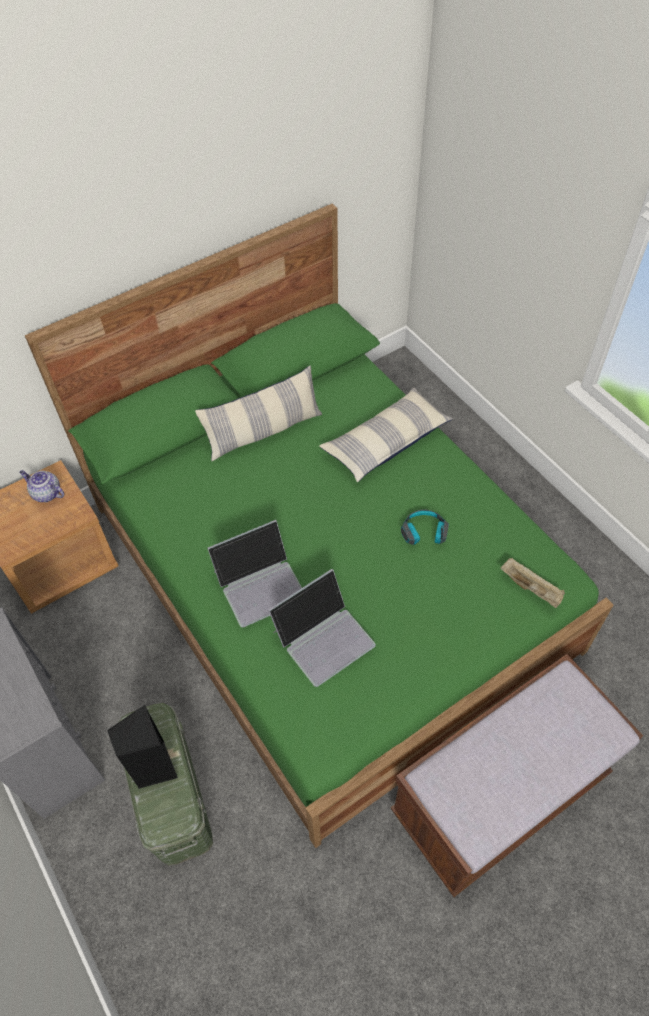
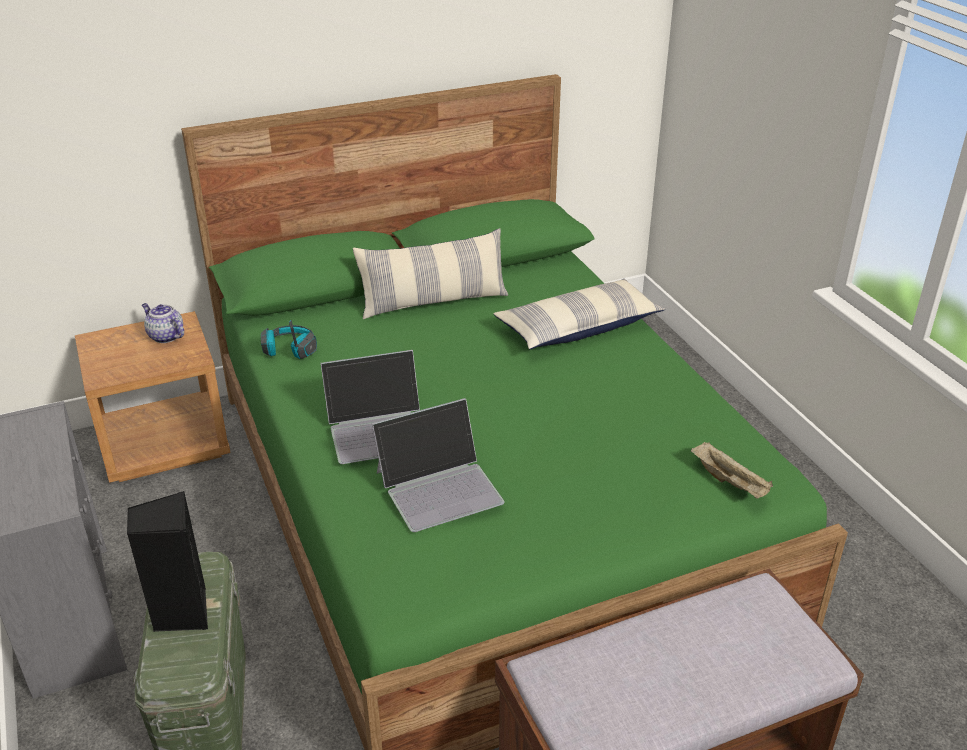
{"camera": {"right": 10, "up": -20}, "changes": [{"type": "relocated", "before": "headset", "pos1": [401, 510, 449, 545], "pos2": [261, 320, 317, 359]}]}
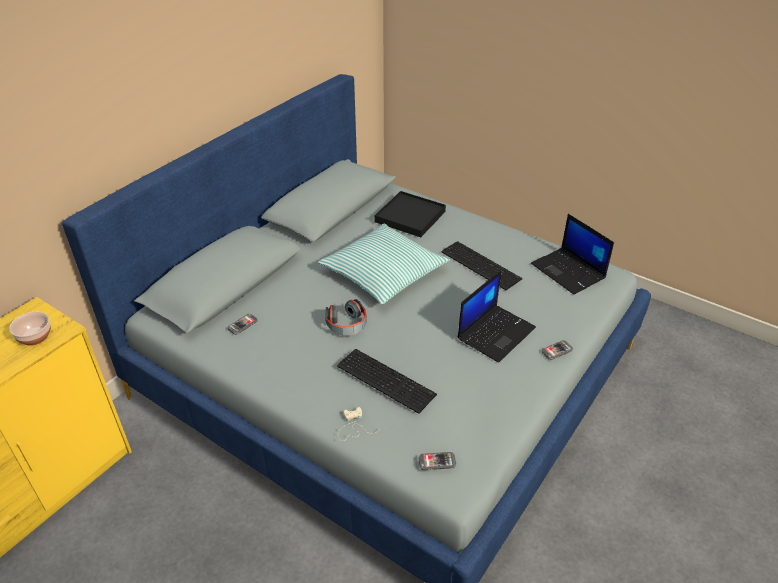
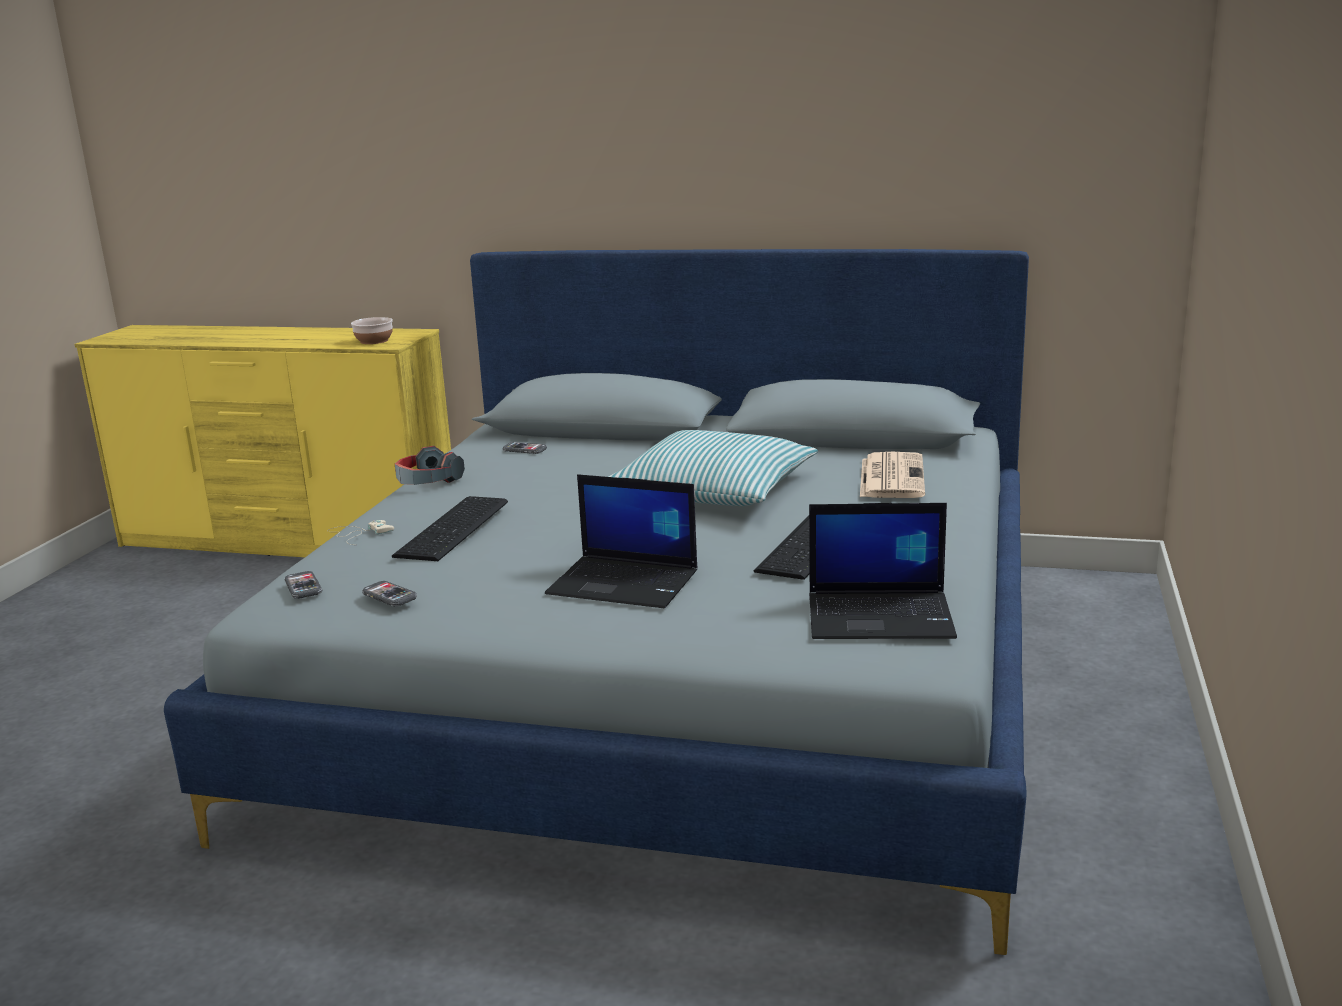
{"camera": {"right": 70, "up": -20}, "changes": [{"type": "relocated", "before": "headset", "pos1": [325, 299, 367, 335], "pos2": [395, 446, 465, 485]}, {"type": "relocated", "before": "telephone", "pos1": [542, 340, 573, 360], "pos2": [362, 581, 417, 606]}, {"type": "exchanged", "before": "black-coloured serving tray", "after": "newspaper", "pos1": [374, 191, 446, 237], "pos2": [860, 452, 925, 498]}, {"type": "spun", "before": "notebook computer", "pos1": [531, 214, 614, 295], "pos2": [809, 503, 957, 639], "turn": -120}]}
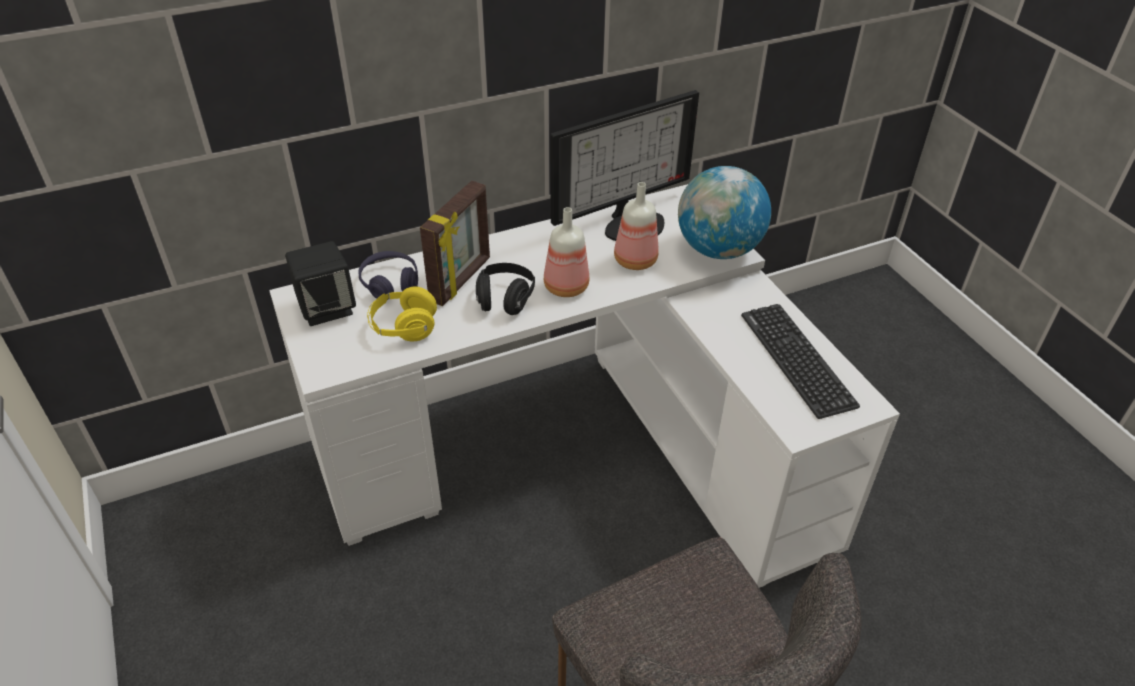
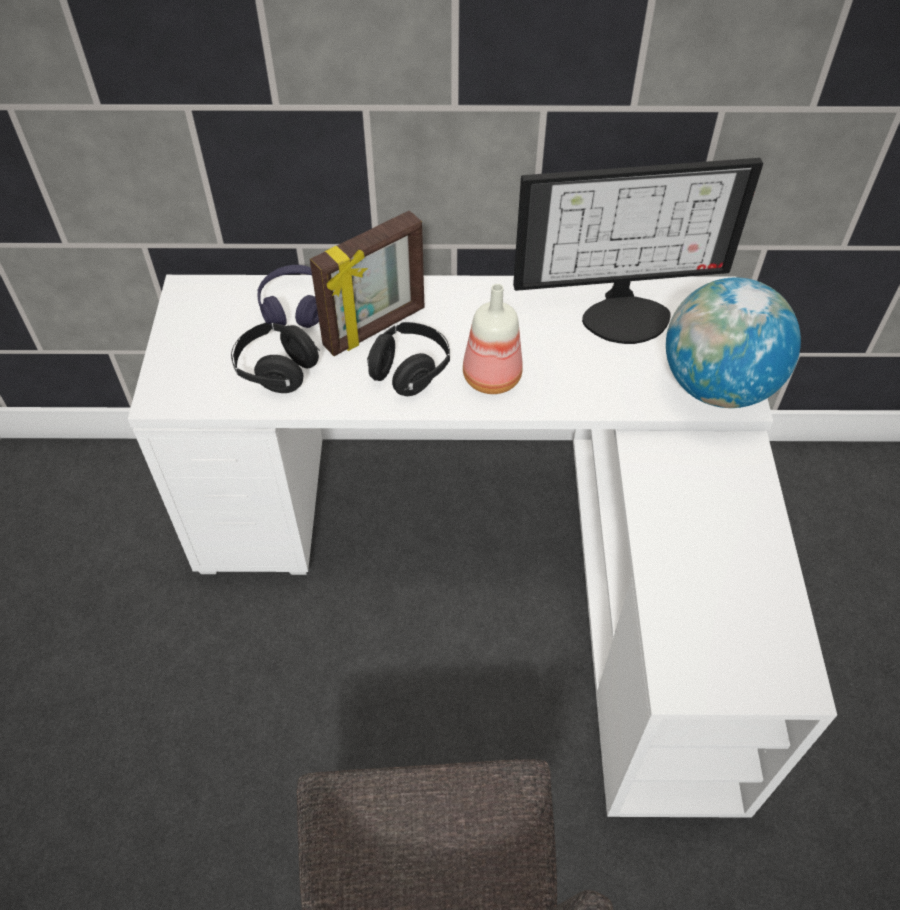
{"camera": {"right": 25, "up": 10}, "changes": [{"type": "missing", "before": "black-coloured audio speaker", "pos1": [285, 241, 356, 326]}, {"type": "missing", "before": "drink bottle", "pos1": [614, 182, 658, 270]}, {"type": "missing", "before": "PC keyboard", "pos1": [741, 304, 860, 419]}, {"type": "colour", "before": "yellow-coloured headset", "after": "black-coloured headset", "pos1": [367, 286, 437, 342], "pos2": [231, 323, 320, 393]}]}
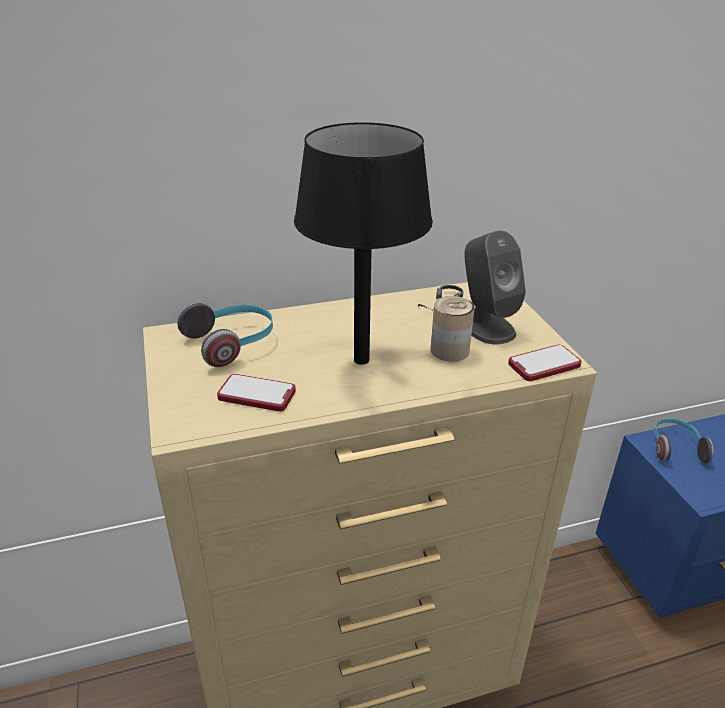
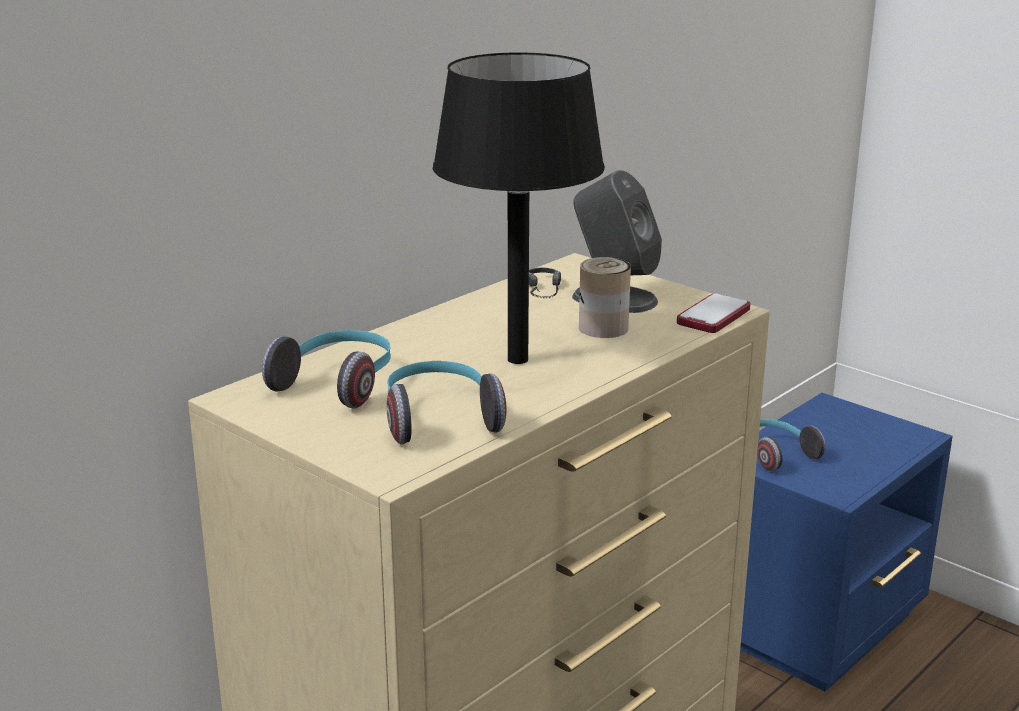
{"camera": {"right": -30, "up": -10}, "changes": [{"type": "exchanged", "before": "telephone", "after": "headset", "pos1": [217, 374, 296, 412], "pos2": [387, 361, 506, 444]}]}
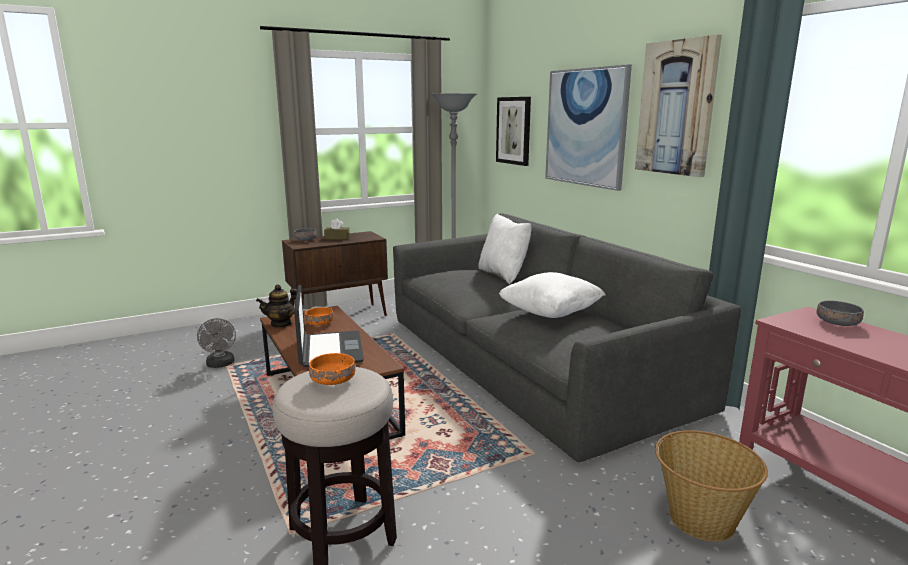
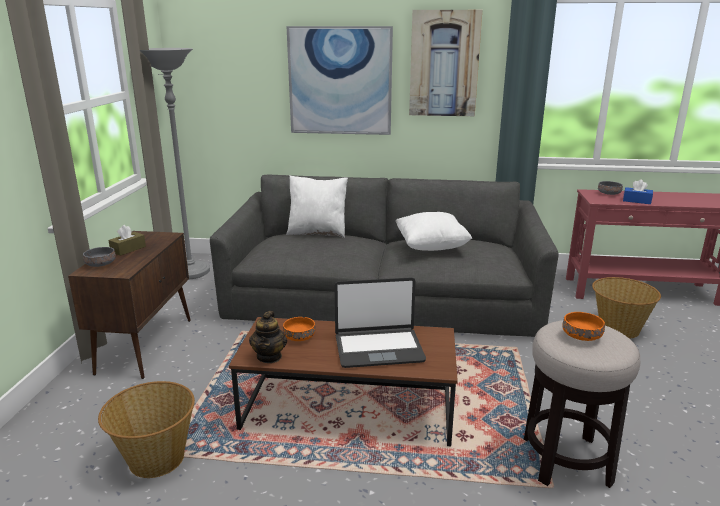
{"camera": {"right": -55, "up": 5}, "changes": [{"type": "missing", "before": "picture", "pos1": [496, 97, 531, 166]}, {"type": "appeared", "after": "bluish tissue holder", "pos2": [623, 180, 653, 204]}, {"type": "exchanged", "before": "gray cooling fan", "after": "household basket", "pos1": [197, 318, 236, 368], "pos2": [98, 381, 195, 478]}, {"type": "spun", "before": "notebook computer", "pos1": [294, 284, 364, 367], "pos2": [334, 277, 426, 368], "turn": 150}]}
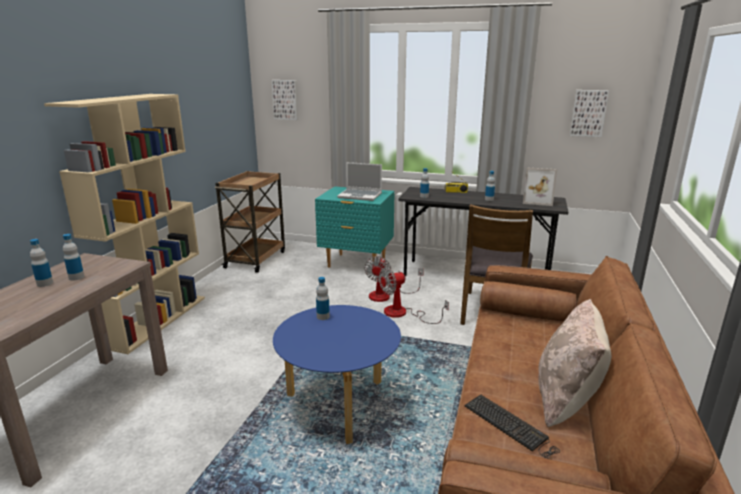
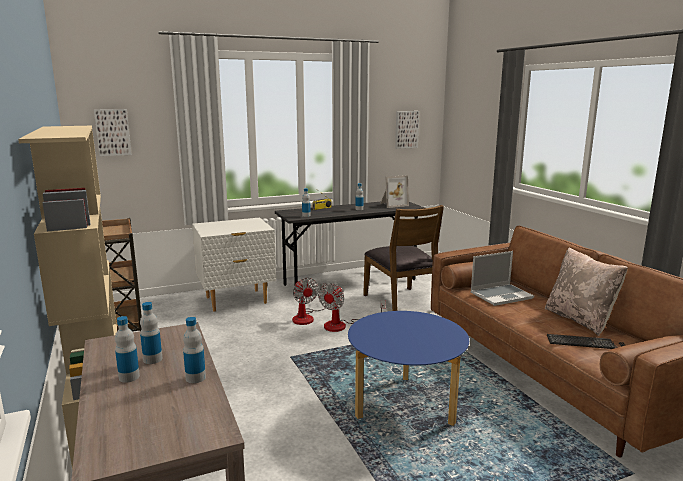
{"camera": {"right": -40, "up": -5}, "changes": [{"type": "relocated", "before": "drink bottle", "pos1": [316, 277, 330, 320], "pos2": [183, 317, 206, 383]}, {"type": "relocated", "before": "notebook computer", "pos1": [337, 162, 382, 201], "pos2": [470, 251, 534, 306]}, {"type": "colour", "before": "turquoise night table", "after": "white night table", "pos1": [315, 186, 395, 267], "pos2": [192, 218, 276, 312]}]}
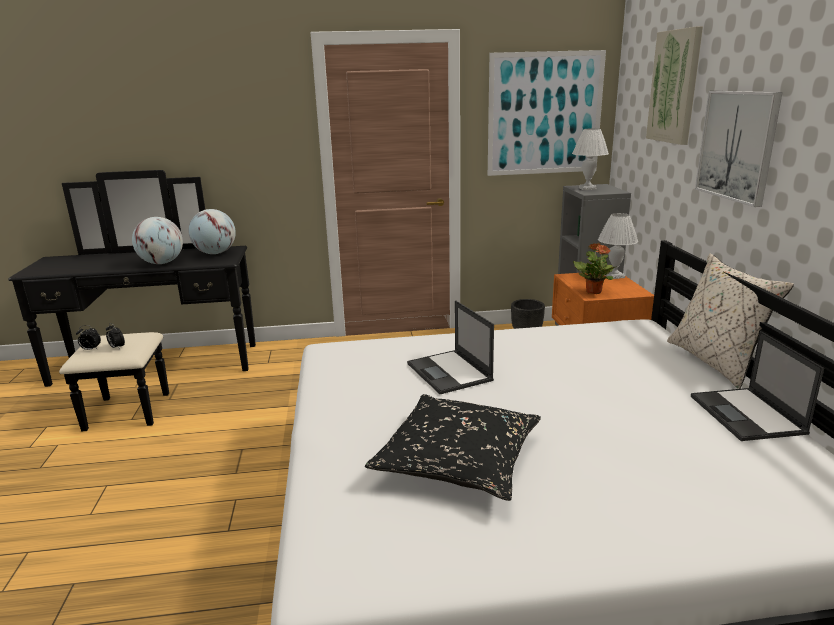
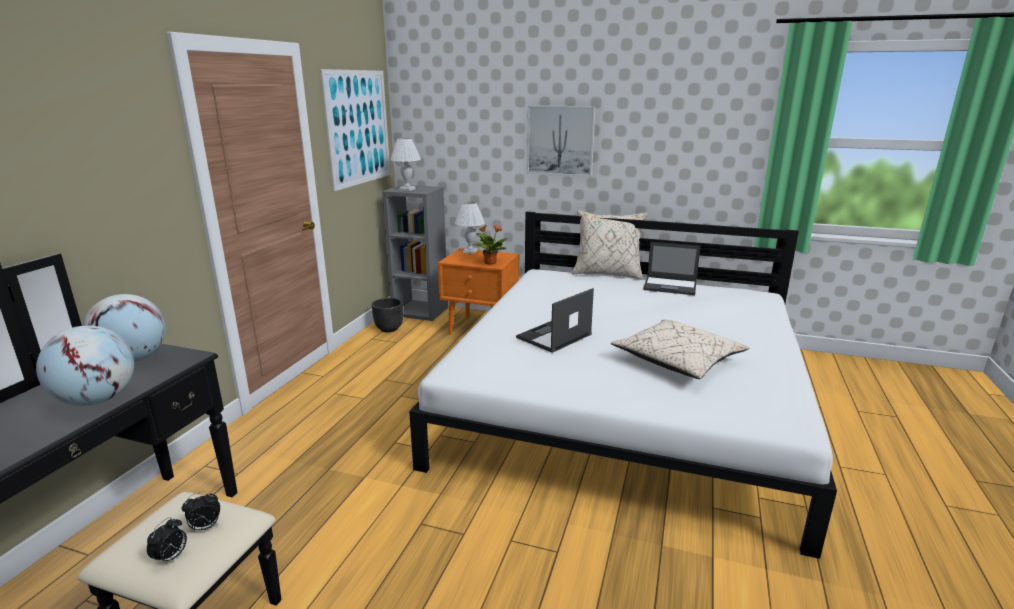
{"camera": {"right": -65, "up": 0}, "changes": [{"type": "missing", "before": "picture", "pos1": [646, 26, 703, 145]}, {"type": "colour", "before": "black-coloured pillow", "after": "sand-coloured pillow", "pos1": [365, 394, 541, 501], "pos2": [611, 319, 749, 379]}, {"type": "spun", "before": "notebook computer", "pos1": [407, 300, 494, 394], "pos2": [516, 288, 594, 353], "turn": 135}]}
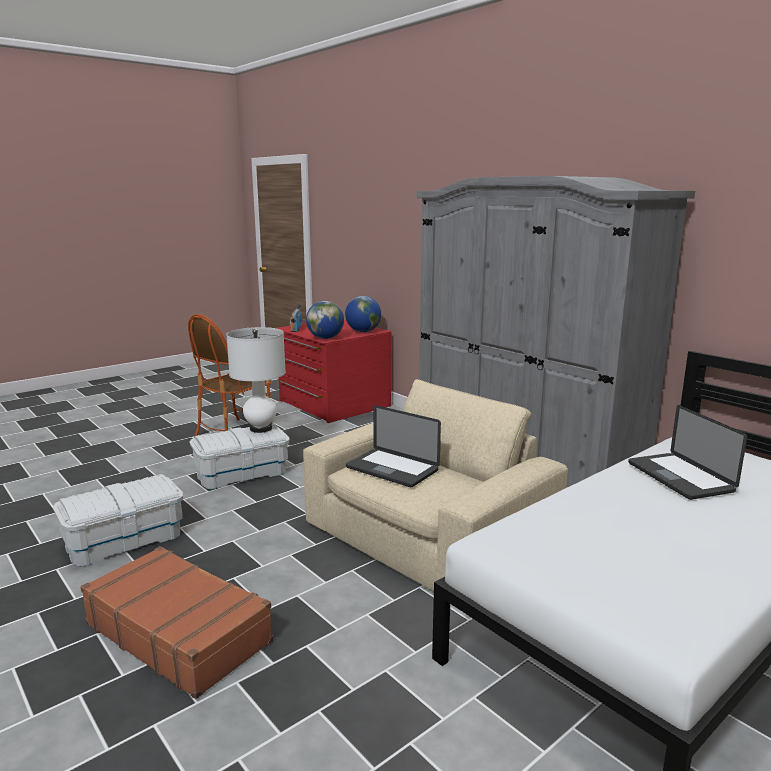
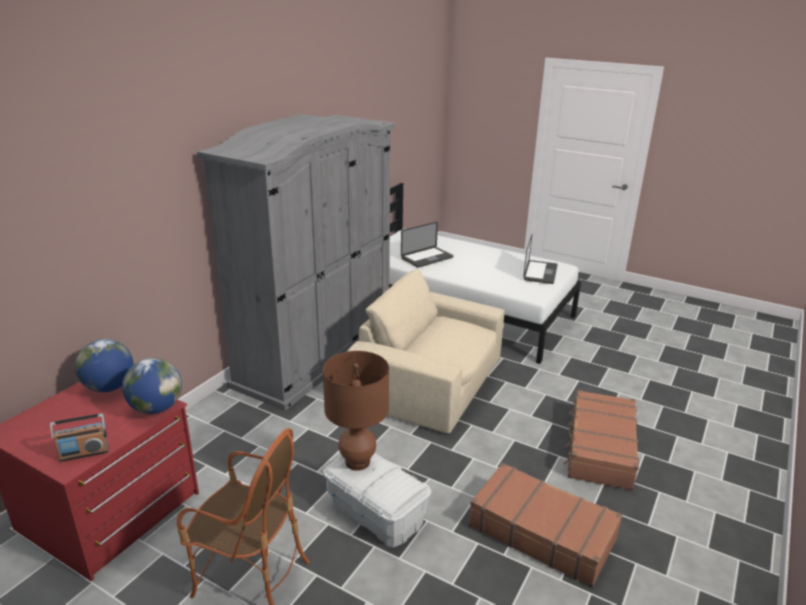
{"camera": {"right": -110, "up": 10}, "changes": [{"type": "relocated", "before": "notebook computer", "pos1": [346, 405, 441, 487], "pos2": [523, 235, 558, 284]}, {"type": "exchanged", "before": "white storage container", "after": "brownish suitcase", "pos1": [53, 474, 183, 567], "pos2": [469, 463, 622, 588]}, {"type": "colour", "before": "white lamp for a table", "after": "brownish lamp for a table", "pos1": [226, 327, 286, 433], "pos2": [323, 351, 389, 471]}]}
